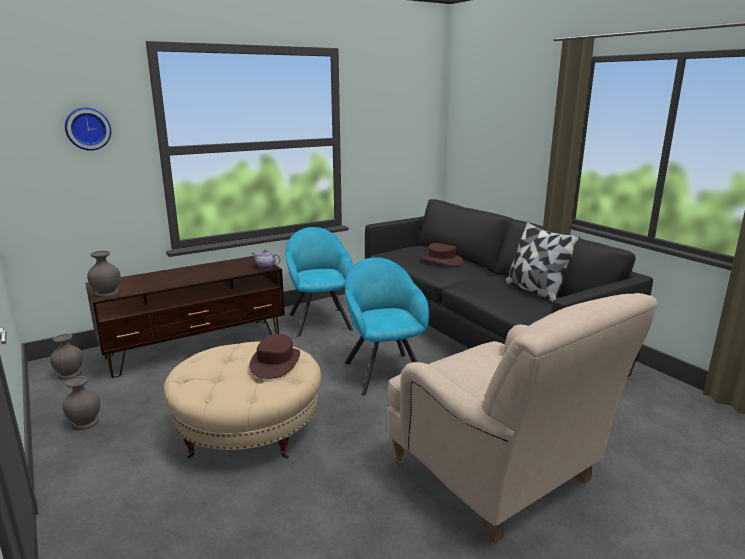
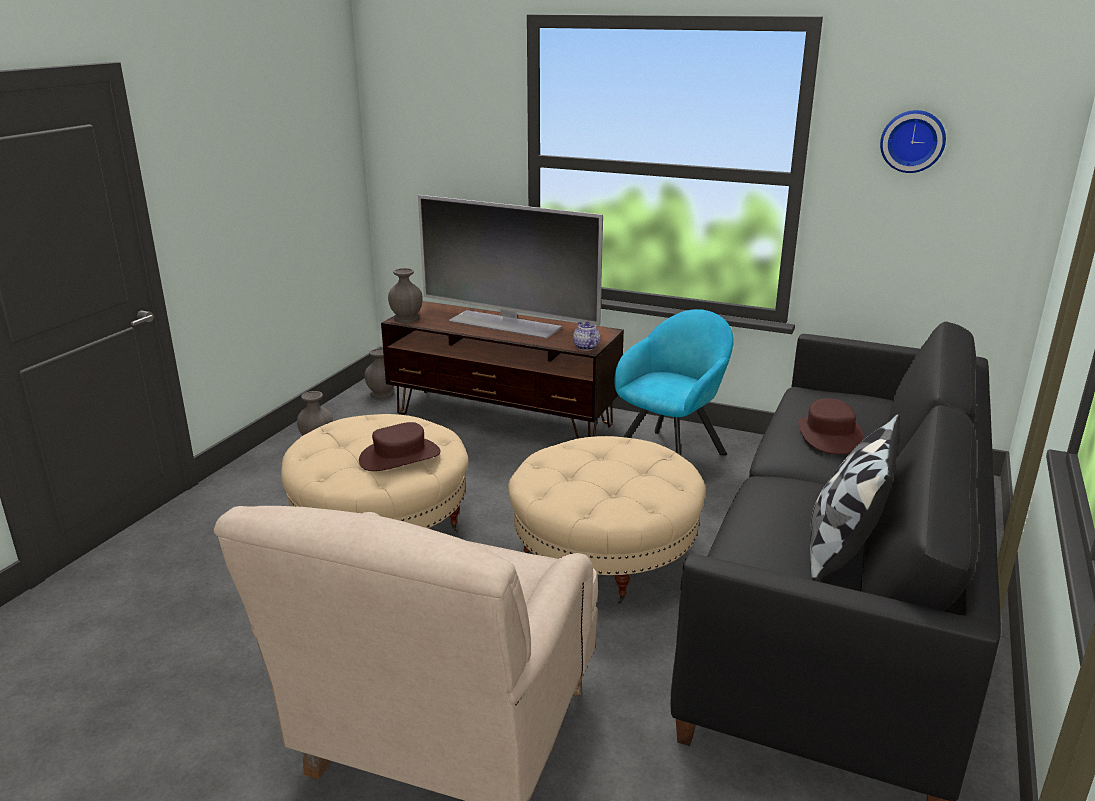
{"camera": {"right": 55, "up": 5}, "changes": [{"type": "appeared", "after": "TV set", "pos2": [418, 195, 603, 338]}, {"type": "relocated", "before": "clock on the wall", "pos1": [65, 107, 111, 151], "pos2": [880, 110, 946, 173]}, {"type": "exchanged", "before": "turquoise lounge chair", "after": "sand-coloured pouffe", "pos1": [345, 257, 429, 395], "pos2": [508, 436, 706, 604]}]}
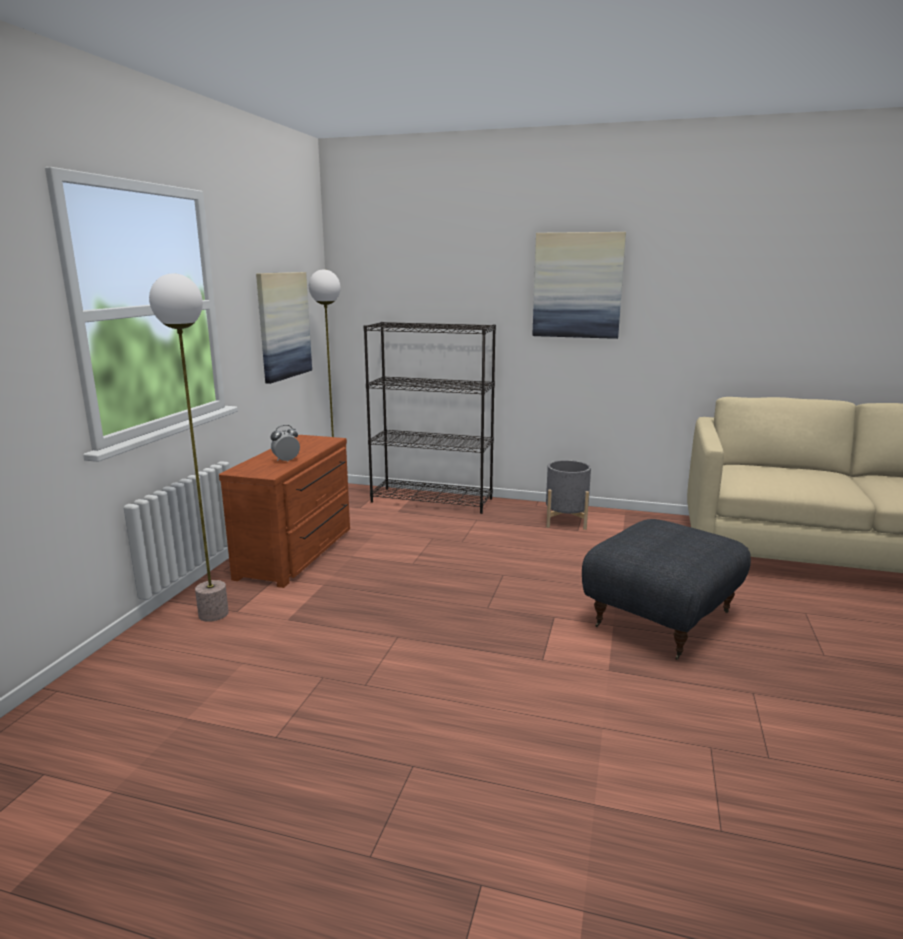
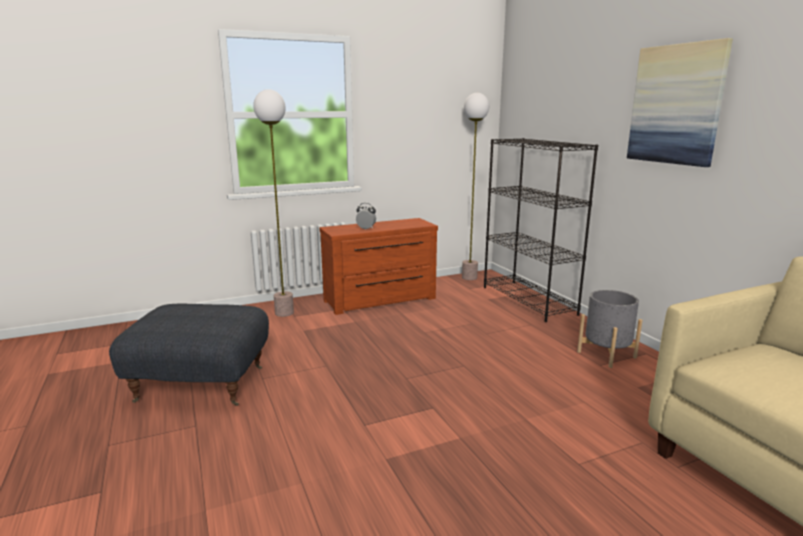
{"camera": {"right": 50, "up": 0}, "changes": [{"type": "missing", "before": "picture", "pos1": [256, 272, 312, 384]}, {"type": "relocated", "before": "gray pouffe", "pos1": [582, 519, 751, 660], "pos2": [109, 304, 269, 406]}]}
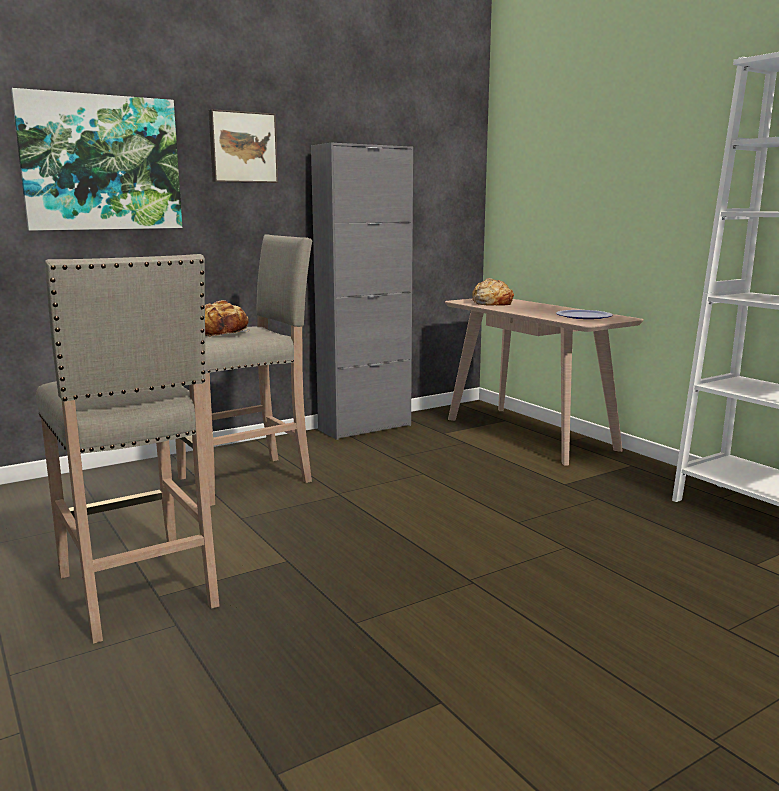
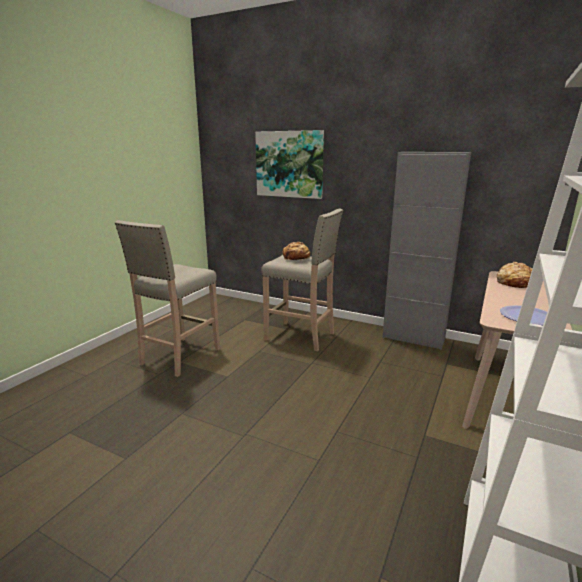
{"camera": {"right": 60, "up": 5}, "changes": [{"type": "missing", "before": "picture", "pos1": [209, 109, 278, 183]}]}
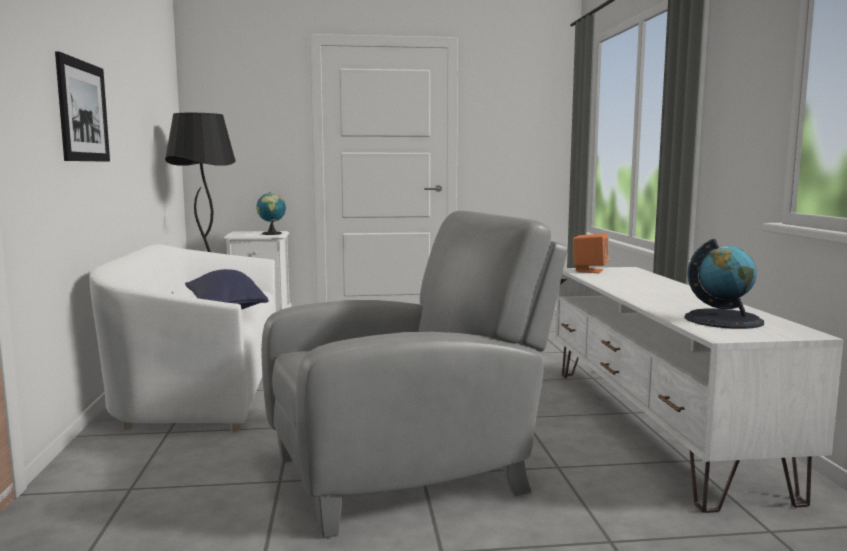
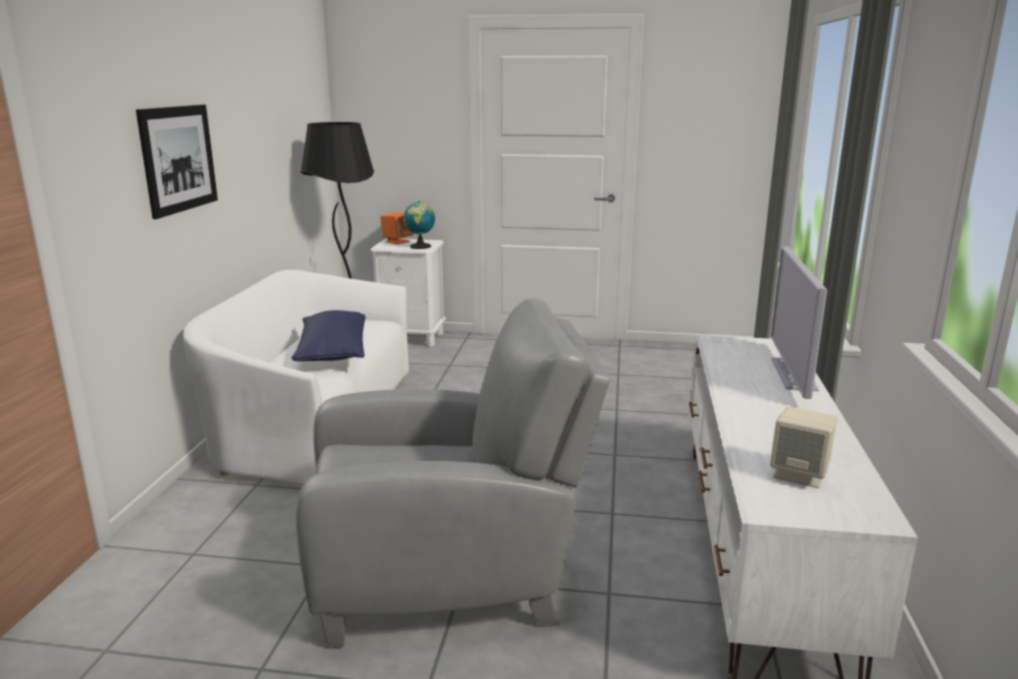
{"camera": {"right": 15, "up": 10}, "changes": [{"type": "appeared", "after": "TV set", "pos2": [771, 246, 827, 399]}, {"type": "relocated", "before": "orange audio speaker", "pos1": [573, 233, 610, 273], "pos2": [380, 213, 414, 244]}, {"type": "exchanged", "before": "globe", "after": "sand-coloured audio speaker", "pos1": [684, 239, 764, 329], "pos2": [770, 407, 837, 488]}]}
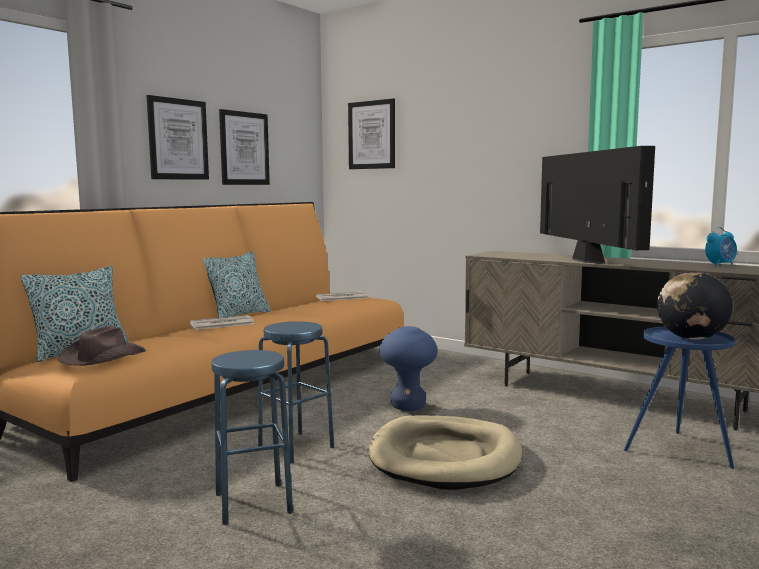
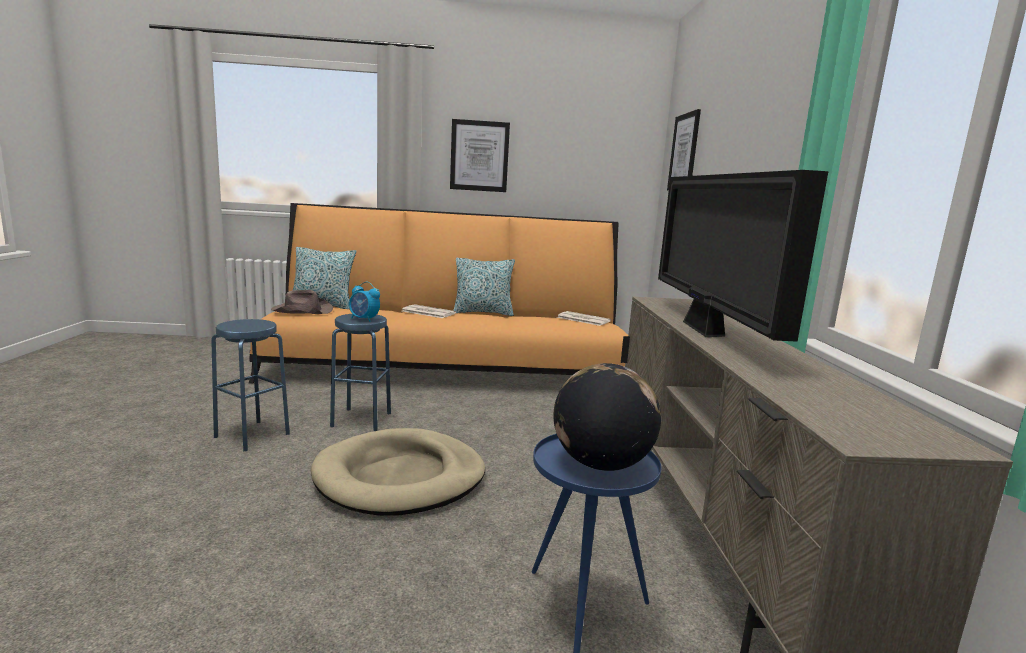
{"camera": {"right": 50, "up": 5}, "changes": [{"type": "missing", "before": "picture", "pos1": [219, 109, 270, 185]}, {"type": "missing", "before": "bluish stool", "pos1": [379, 326, 437, 411]}, {"type": "relocated", "before": "alarm clock", "pos1": [705, 227, 737, 266], "pos2": [349, 282, 380, 322]}, {"type": "spun", "before": "TV set", "pos1": [540, 146, 655, 264], "pos2": [658, 170, 828, 342], "turn": 135}]}
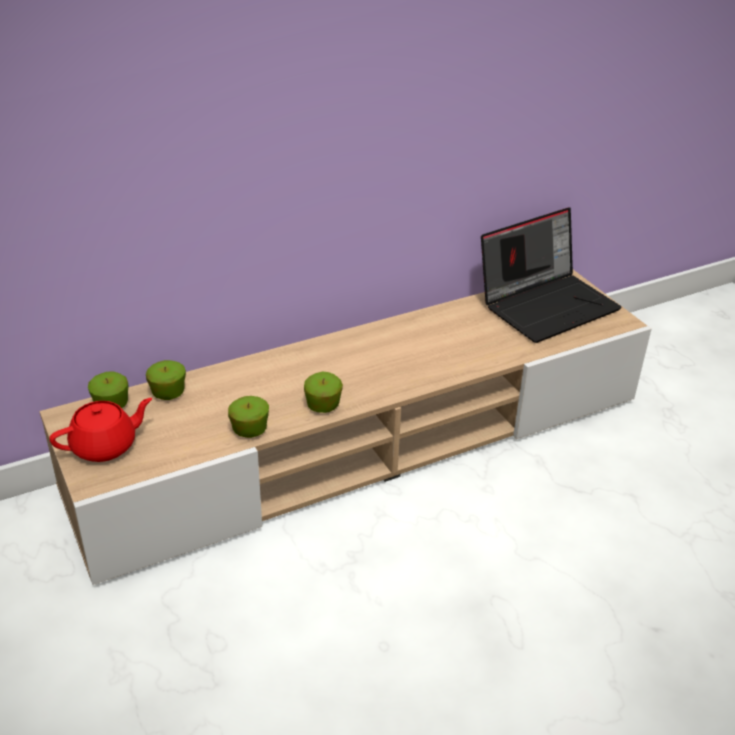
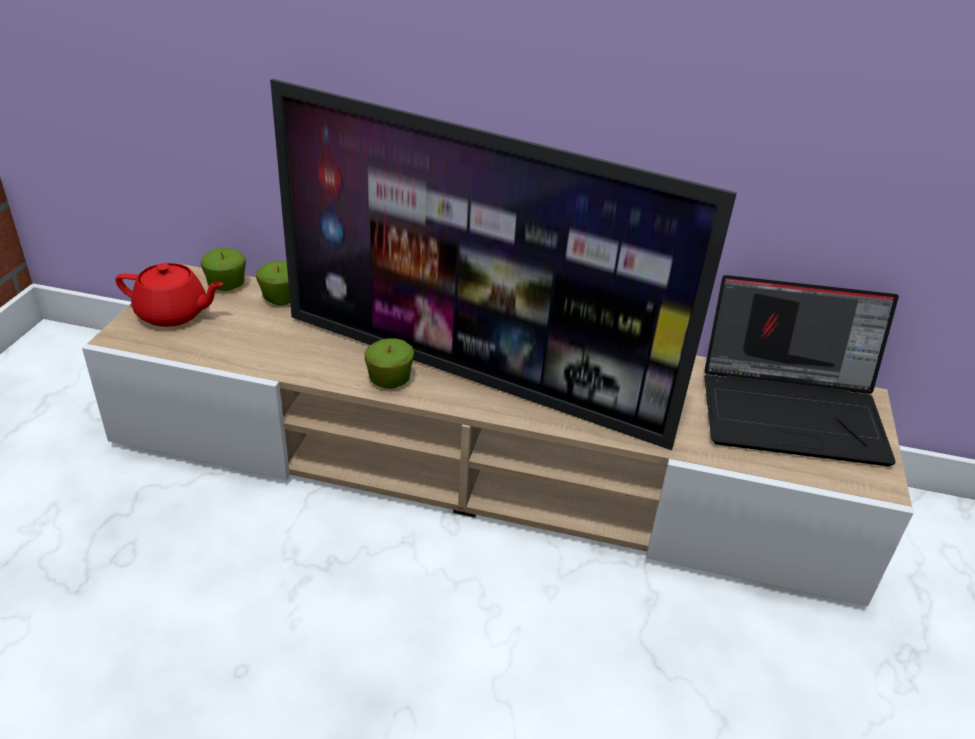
{"camera": {"right": 40, "up": 0}, "changes": [{"type": "missing", "before": "whole apple", "pos1": [228, 396, 269, 438]}, {"type": "appeared", "after": "TV set", "pos2": [270, 79, 737, 450]}]}
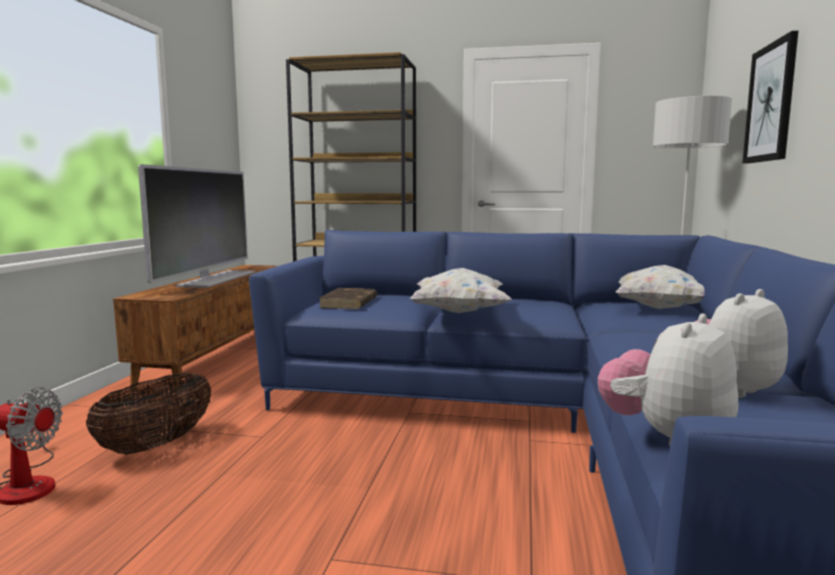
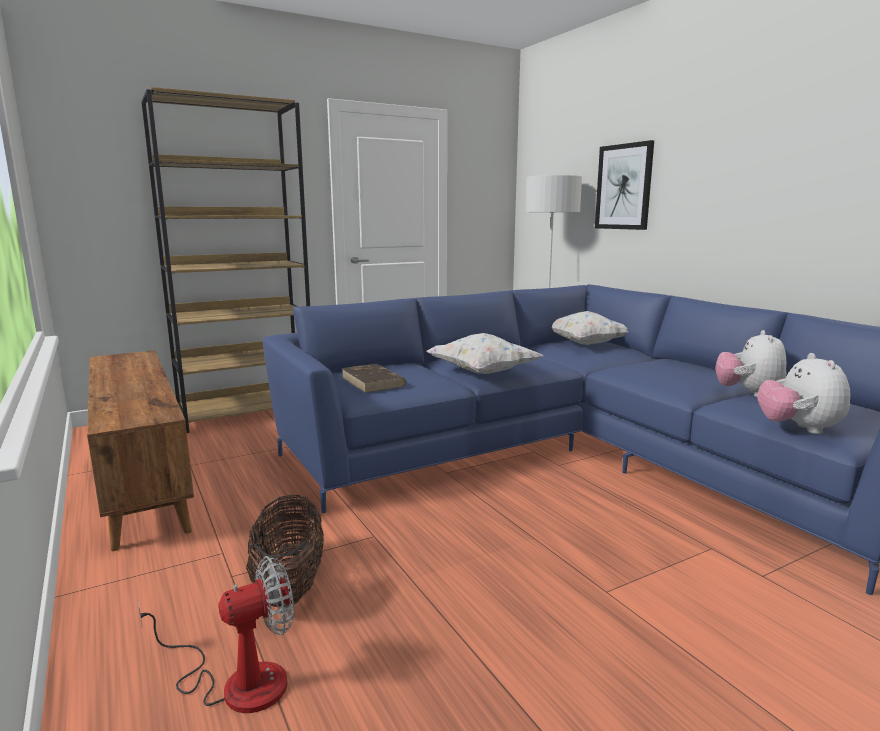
{"camera": {"right": -40, "up": 5}, "changes": [{"type": "missing", "before": "TV set", "pos1": [138, 164, 255, 288]}]}
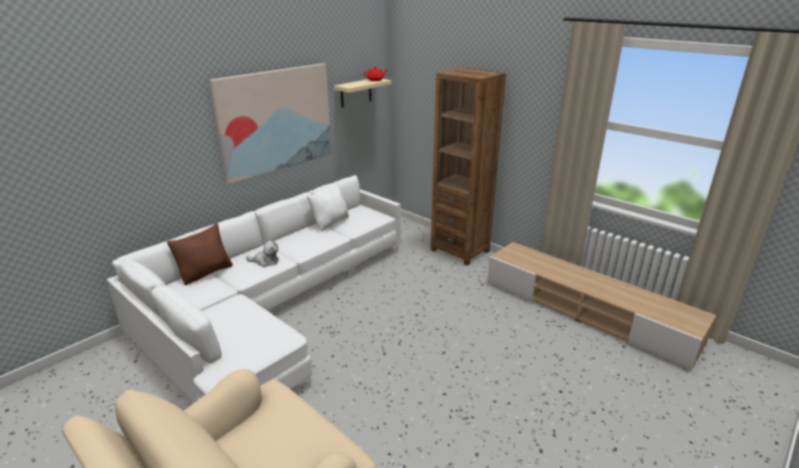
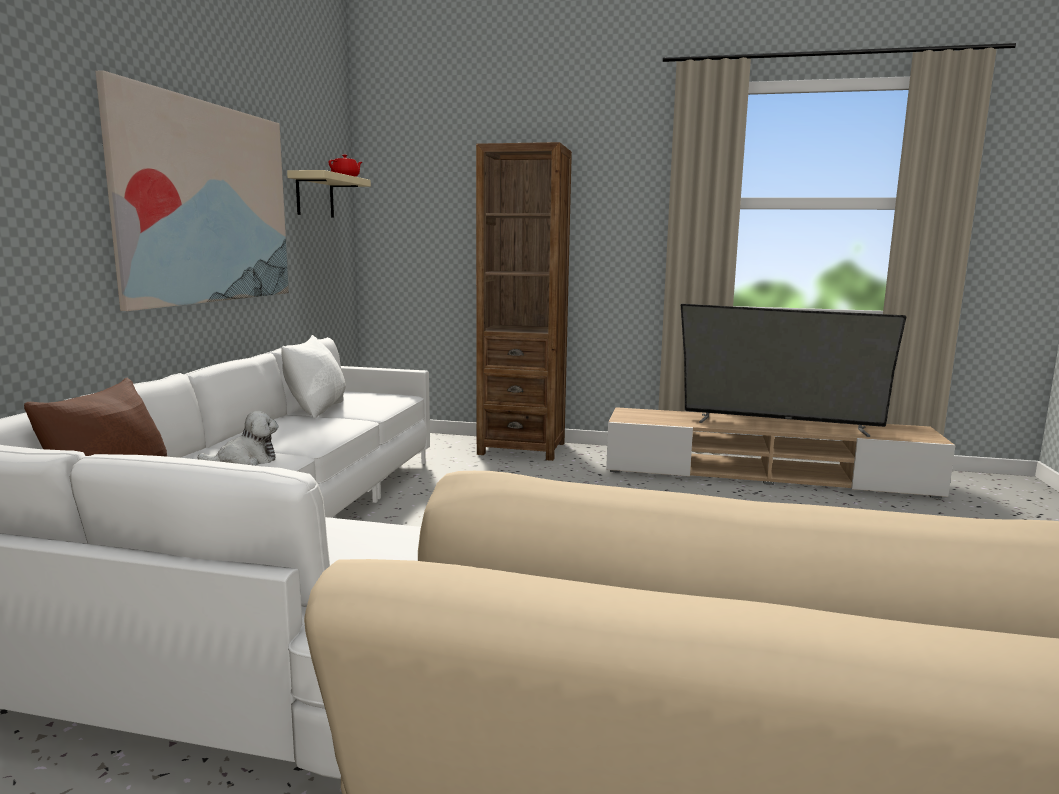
{"camera": {"right": -30, "up": -15}, "changes": [{"type": "appeared", "after": "TV set", "pos2": [681, 304, 906, 437]}]}
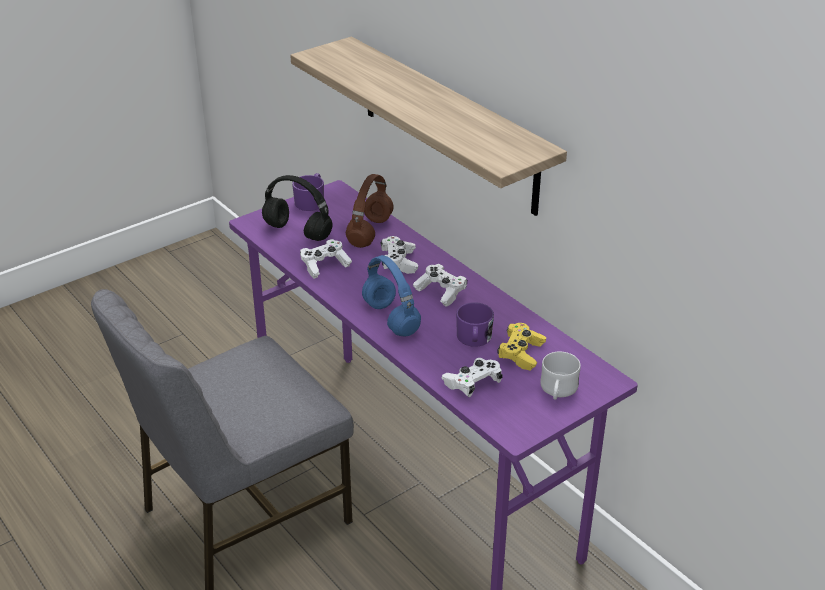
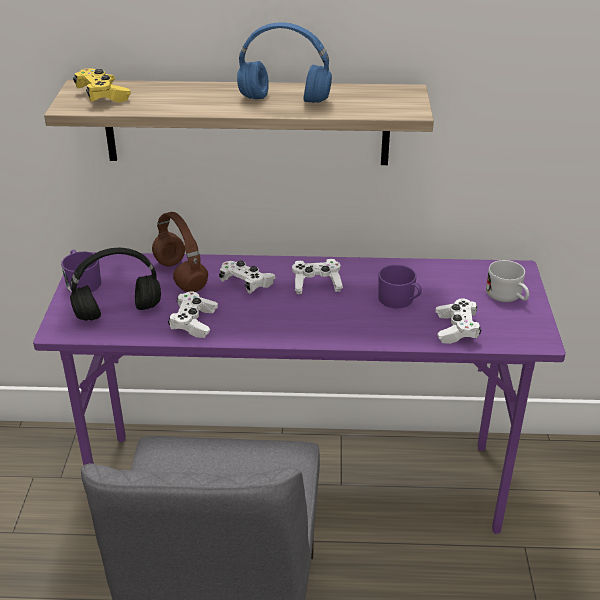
{"camera": {"right": -50, "up": 0}, "changes": [{"type": "relocated", "before": "bluish headset", "pos1": [362, 255, 421, 336], "pos2": [237, 22, 332, 103]}, {"type": "relocated", "before": "yellow-coloured joypad", "pos1": [497, 323, 546, 371], "pos2": [73, 68, 131, 103]}]}
